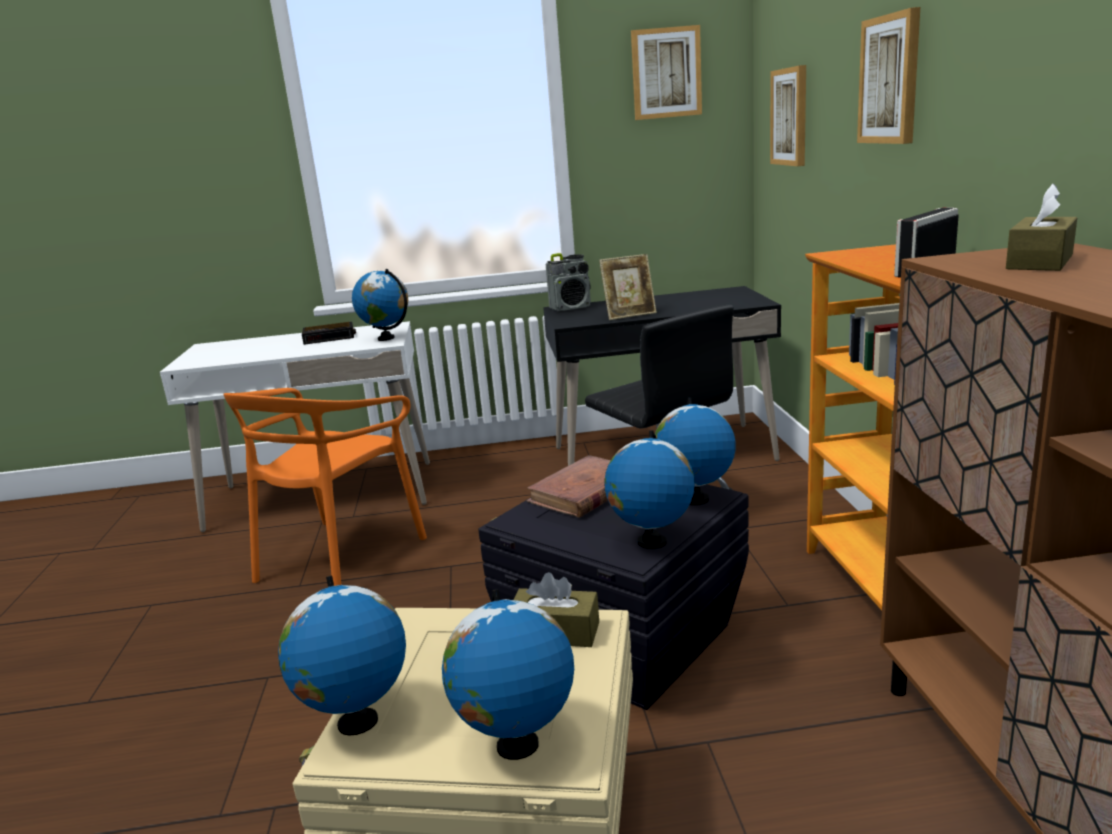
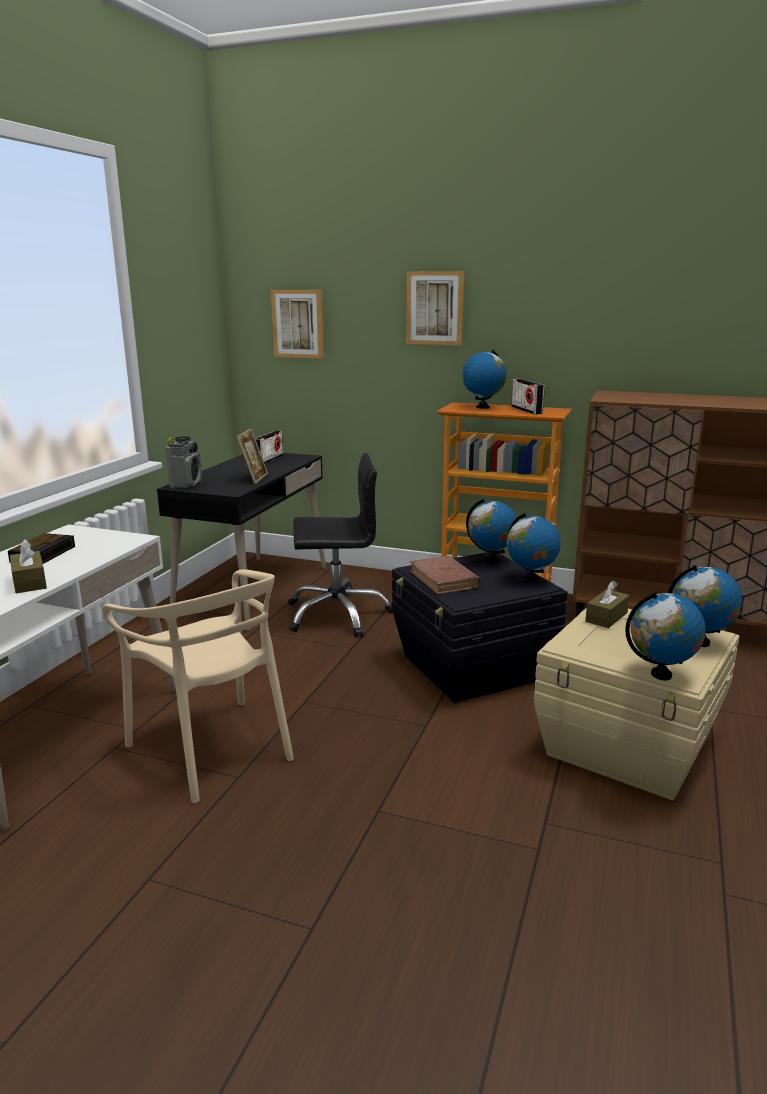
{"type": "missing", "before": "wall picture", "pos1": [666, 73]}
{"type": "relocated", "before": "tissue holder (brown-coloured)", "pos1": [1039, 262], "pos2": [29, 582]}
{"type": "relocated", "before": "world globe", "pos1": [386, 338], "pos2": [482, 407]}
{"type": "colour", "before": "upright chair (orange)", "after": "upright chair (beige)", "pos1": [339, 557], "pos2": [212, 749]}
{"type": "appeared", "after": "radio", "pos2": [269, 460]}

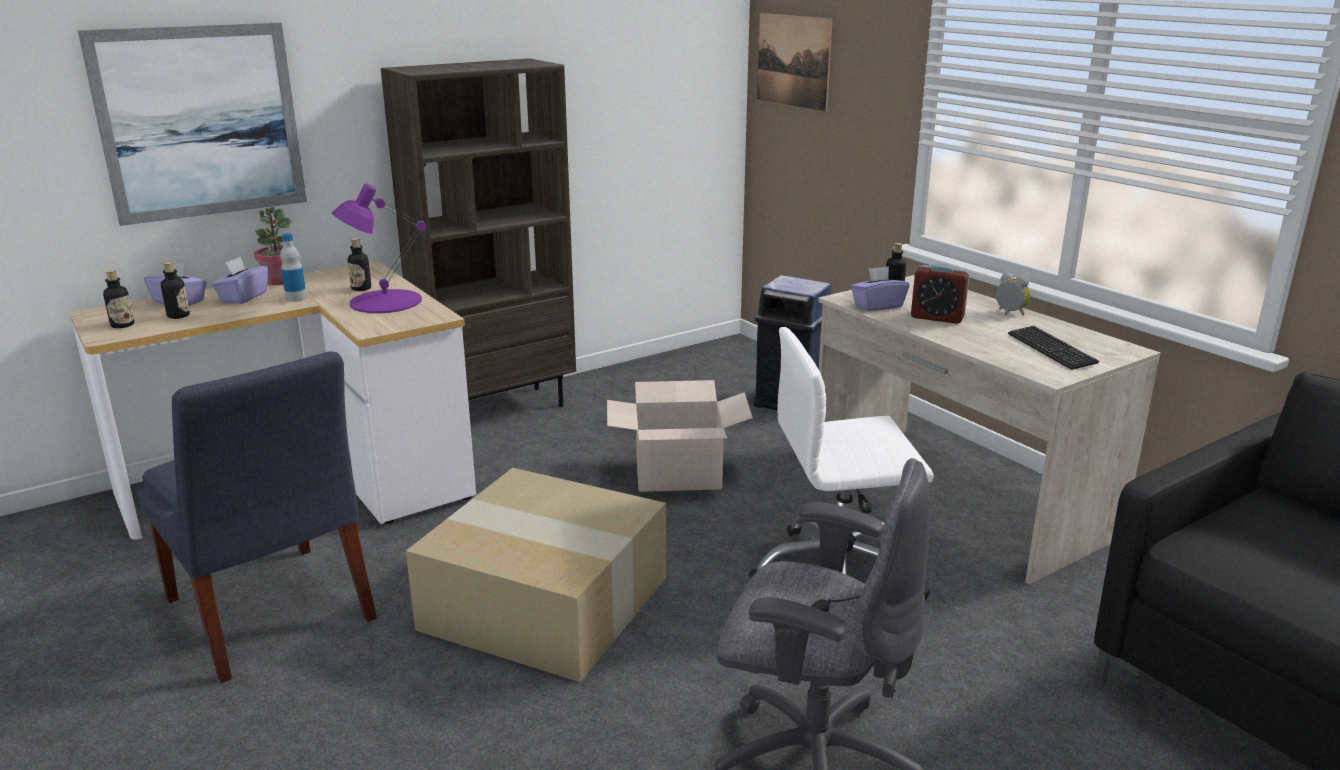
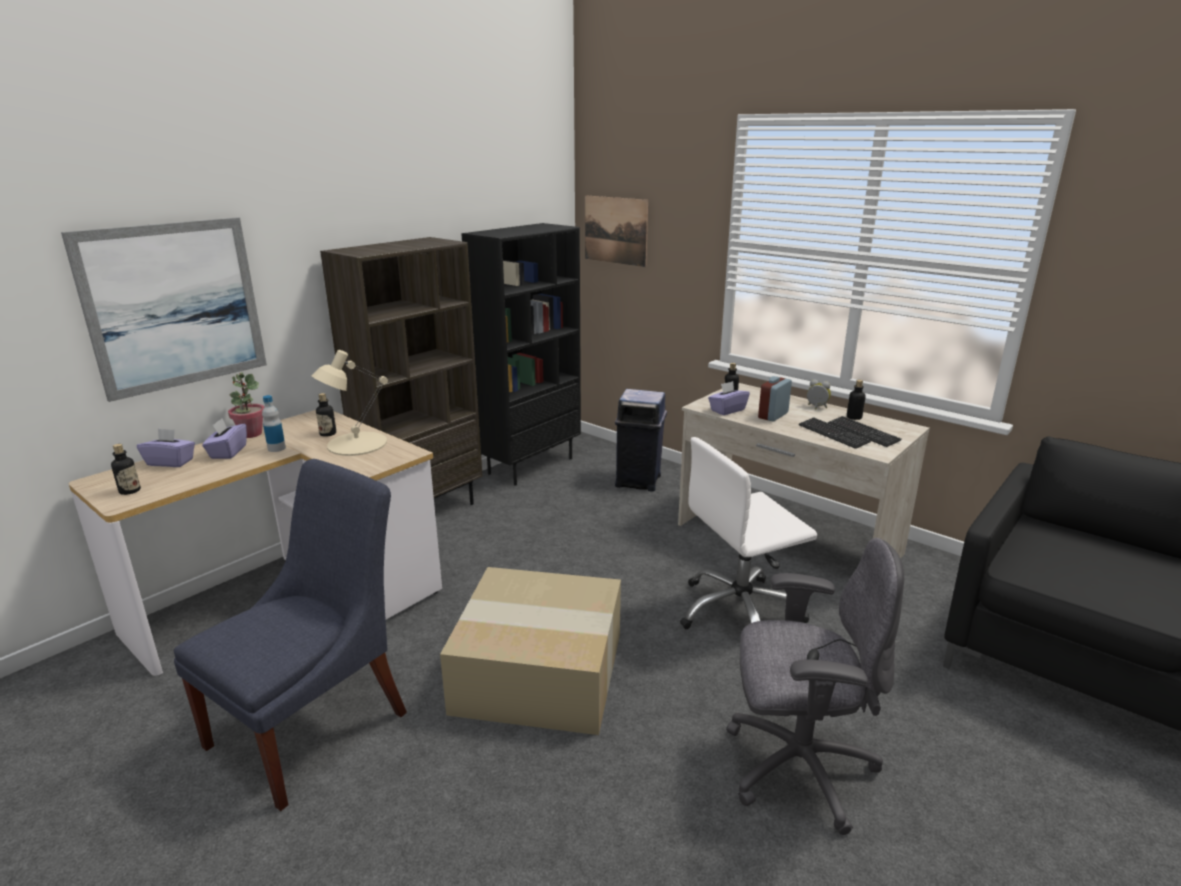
{"type": "colour", "before": "lamp for a table (purple-coloured)", "after": "lamp for a table (beige)", "pos1": [384, 301], "pos2": [356, 444]}
{"type": "relocated", "before": "bottle", "pos1": [178, 316], "pos2": [854, 417]}
{"type": "spun", "before": "bedside clock", "pos1": [937, 317], "pos2": [773, 415], "turn": 120}
{"type": "spun", "before": "upright chair (bluish)", "pos1": [271, 615], "pos2": [316, 724], "turn": -90}
{"type": "missing", "before": "packing box", "pos1": [678, 474]}
{"type": "appeared", "after": "shelving unit (black)", "pos2": [530, 465]}
{"type": "appeared", "after": "computer keyboard", "pos2": [833, 434]}

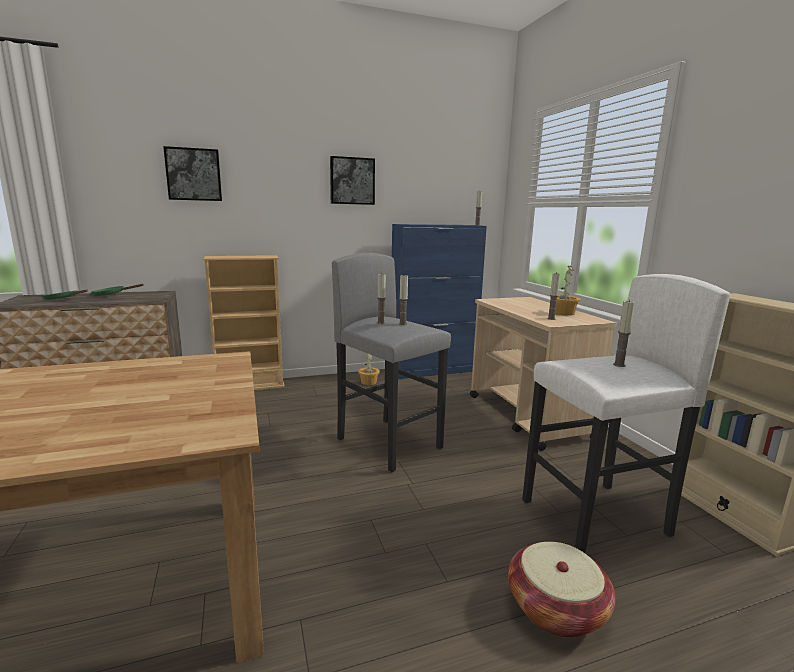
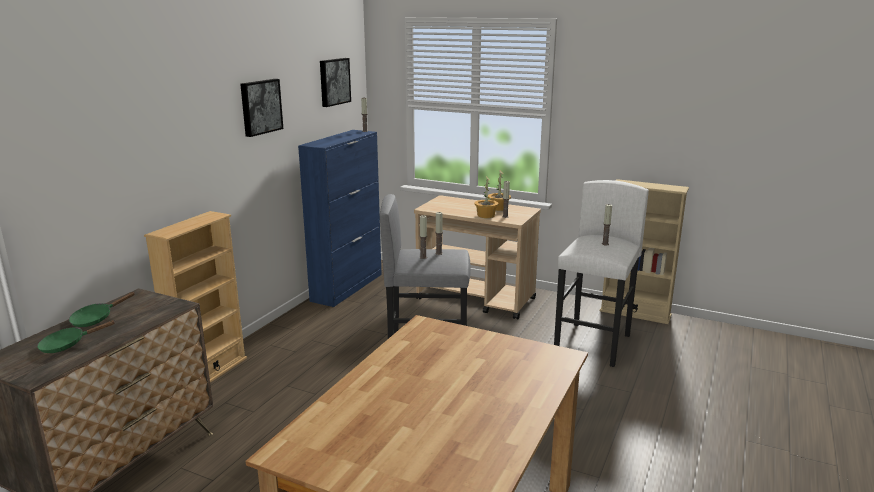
{"type": "relocated", "before": "wall picture", "pos1": [194, 174], "pos2": [333, 81]}
{"type": "relocated", "before": "plant in a pot", "pos1": [368, 382], "pos2": [485, 215]}
{"type": "missing", "before": "household basket", "pos1": [556, 608]}

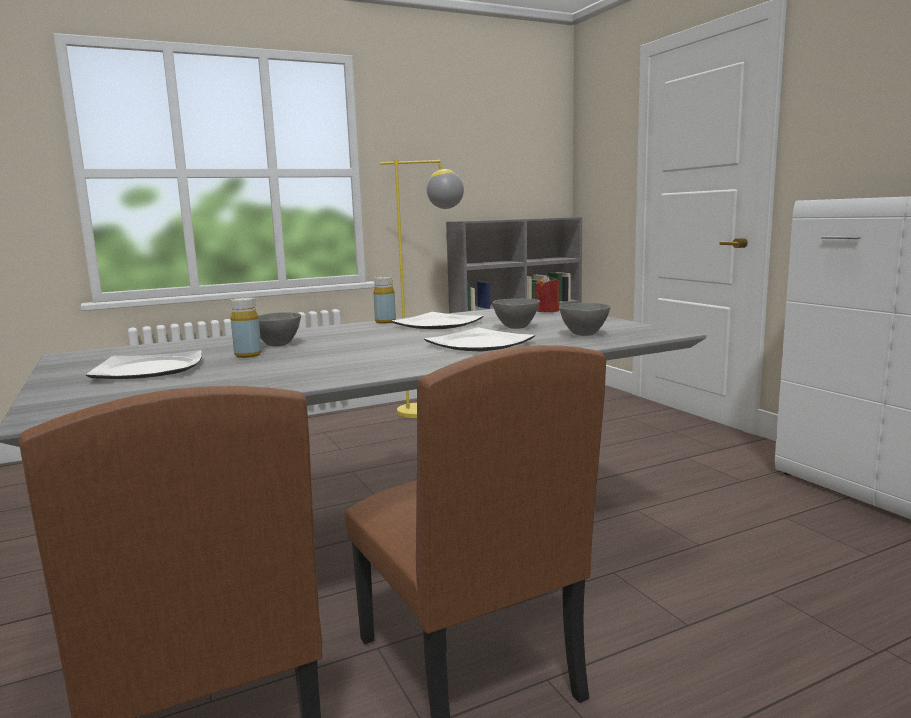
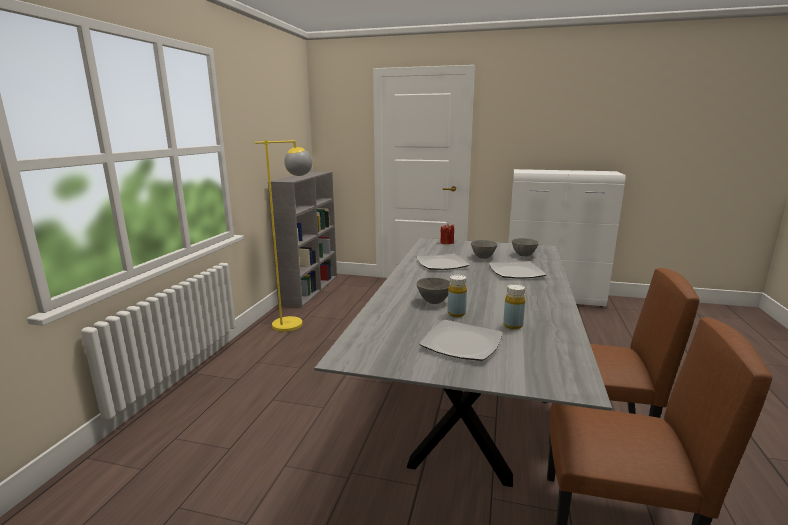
{"type": "relocated", "before": "bottle (yellow)", "pos1": [385, 322], "pos2": [513, 325]}

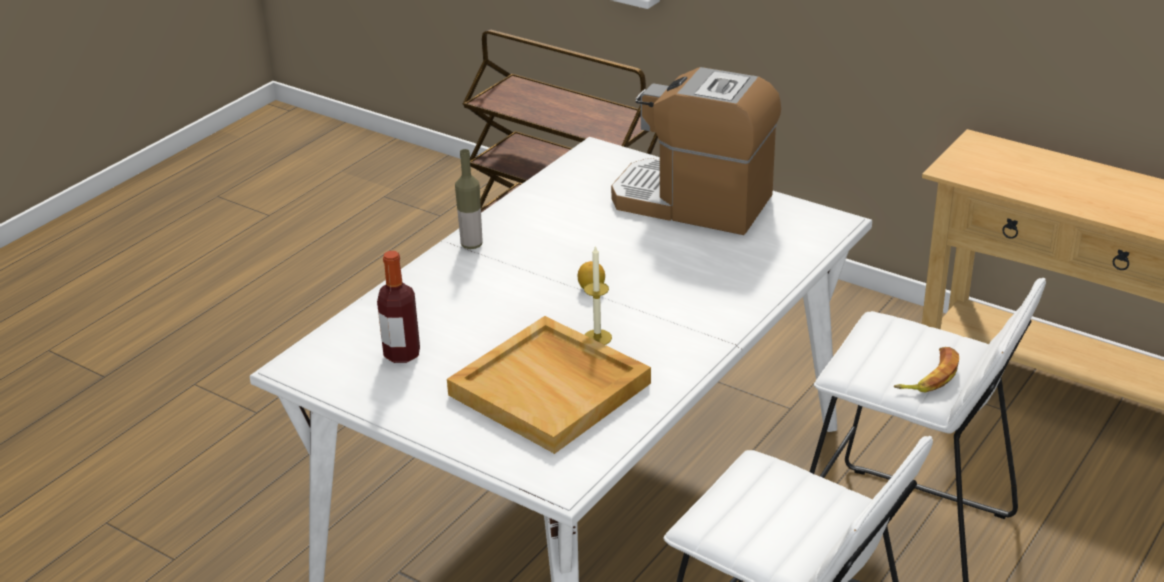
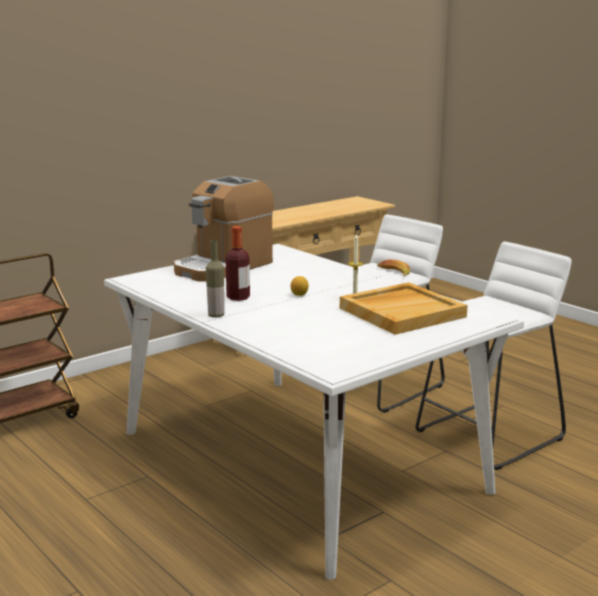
{"type": "relocated", "before": "bottle", "pos1": [402, 354], "pos2": [238, 297]}

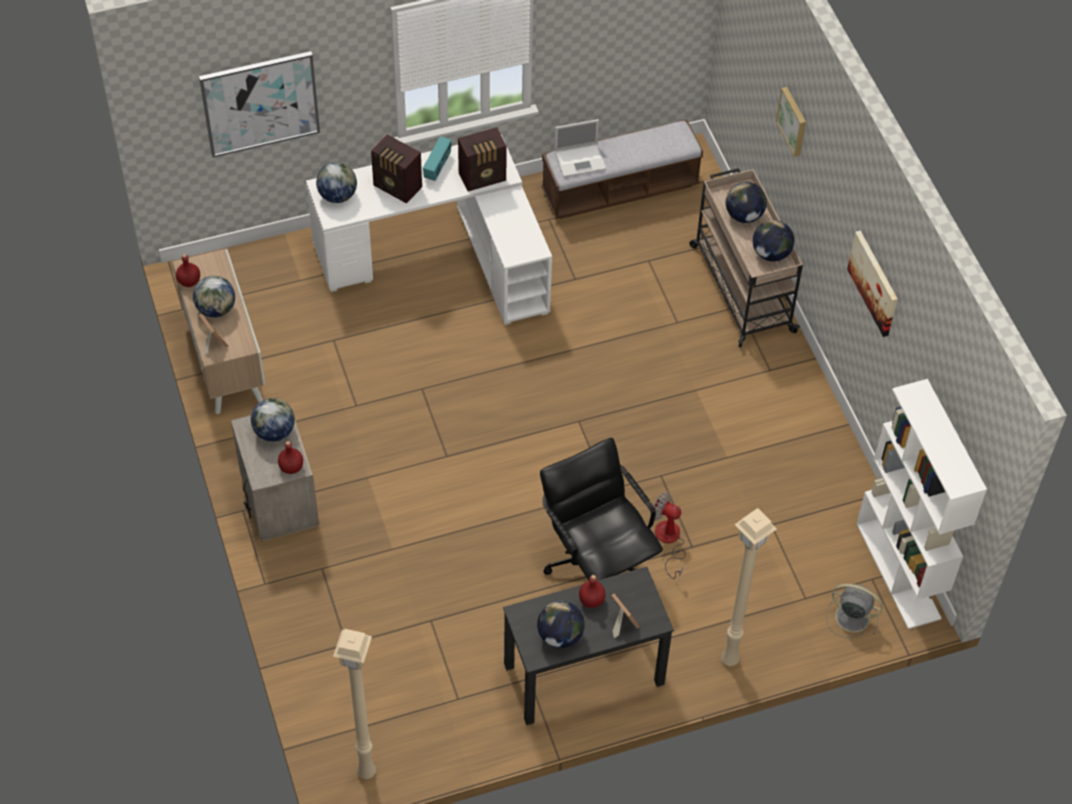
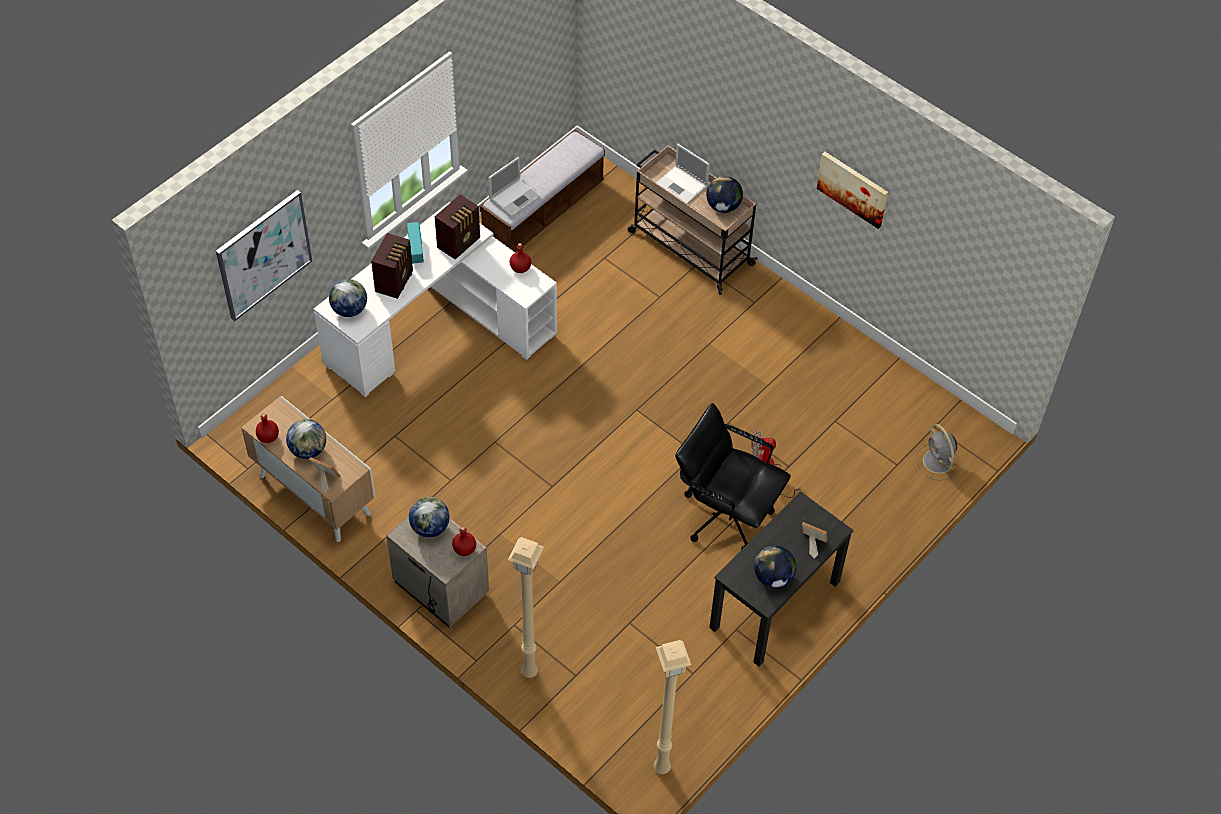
{"type": "missing", "before": "wall picture", "pos1": [793, 121]}
{"type": "spun", "before": "radio", "pos1": [398, 187], "pos2": [395, 281], "turn": -75}
{"type": "exchanged", "before": "world globe", "after": "notebook computer", "pos1": [744, 215], "pos2": [682, 185]}
{"type": "missing", "before": "shelving unit (white-coloured)", "pos1": [899, 571]}
{"type": "relocated", "before": "floor lamp (beige)", "pos1": [729, 661], "pos2": [530, 673]}
{"type": "relocated", "before": "bottle (reddish)", "pos1": [591, 600], "pos2": [520, 268]}
{"type": "spun", "before": "fan (gray)", "pos1": [850, 616], "pos2": [938, 462], "turn": -105}

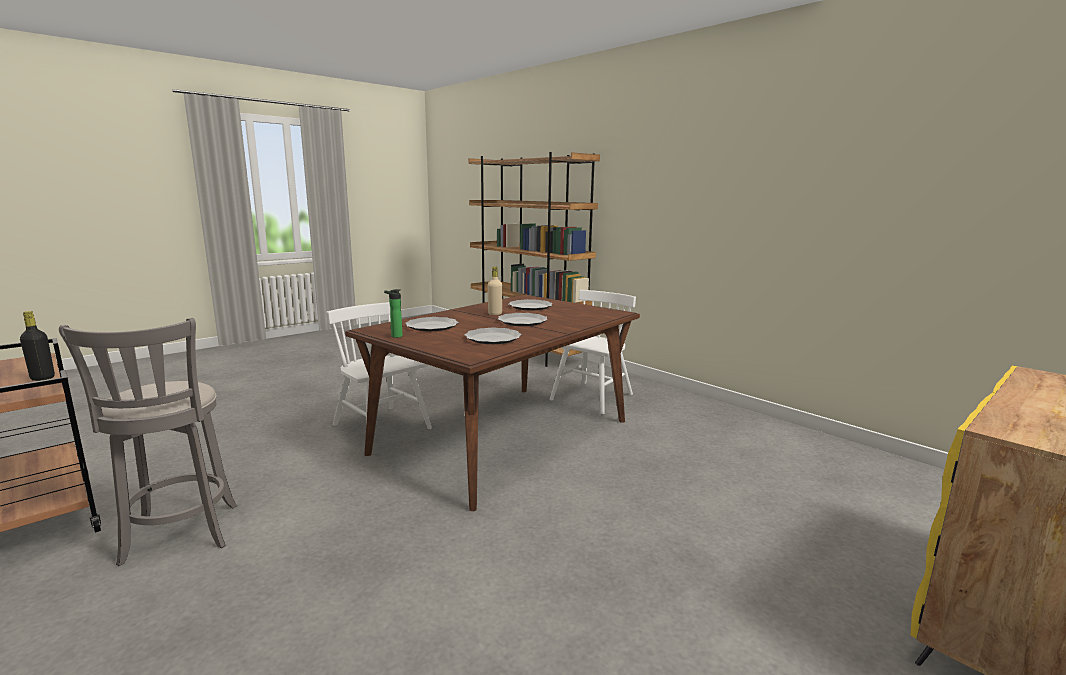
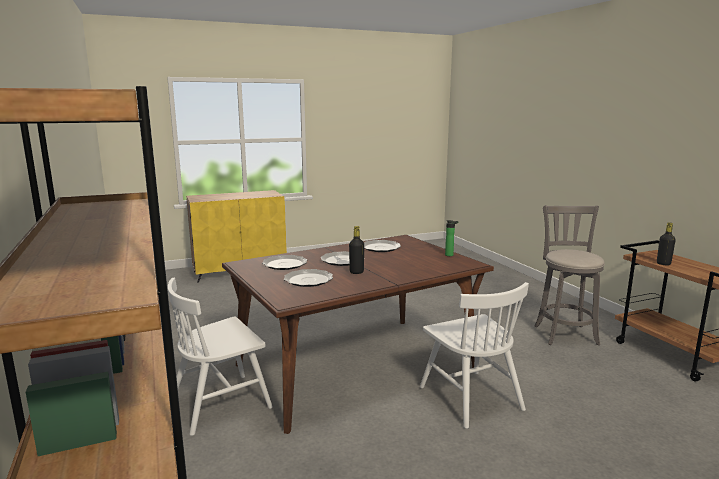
{"type": "colour", "before": "bottle (beige)", "after": "bottle (black)", "pos1": [495, 314], "pos2": [356, 272]}
{"type": "relocated", "before": "flat dish", "pos1": [431, 326], "pos2": [285, 264]}

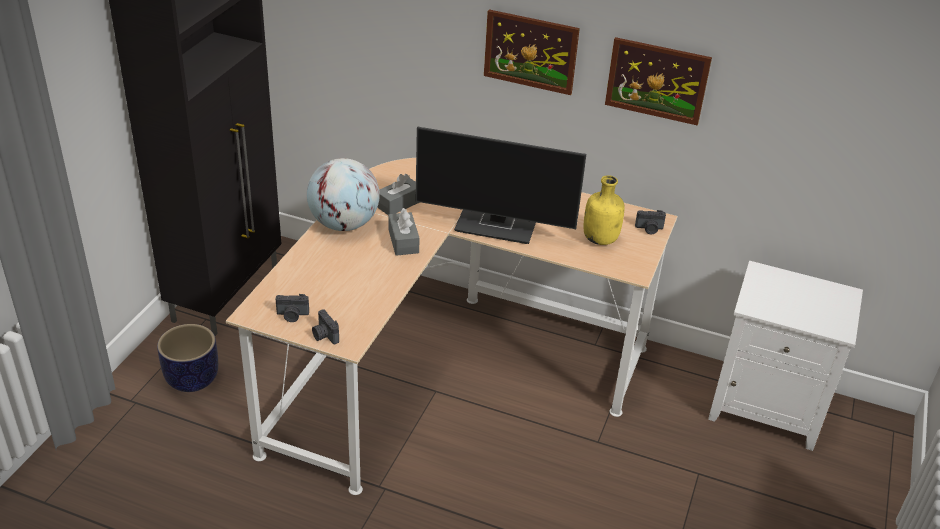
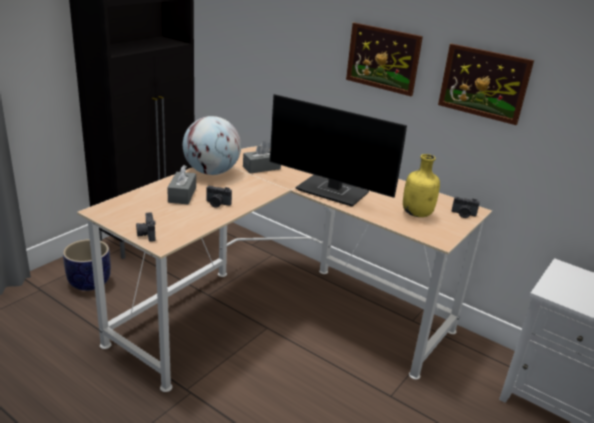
{"type": "relocated", "before": "tissue holder (gray)", "pos1": [403, 241], "pos2": [182, 195]}
{"type": "relocated", "before": "still camera", "pos1": [292, 315], "pos2": [217, 204]}

